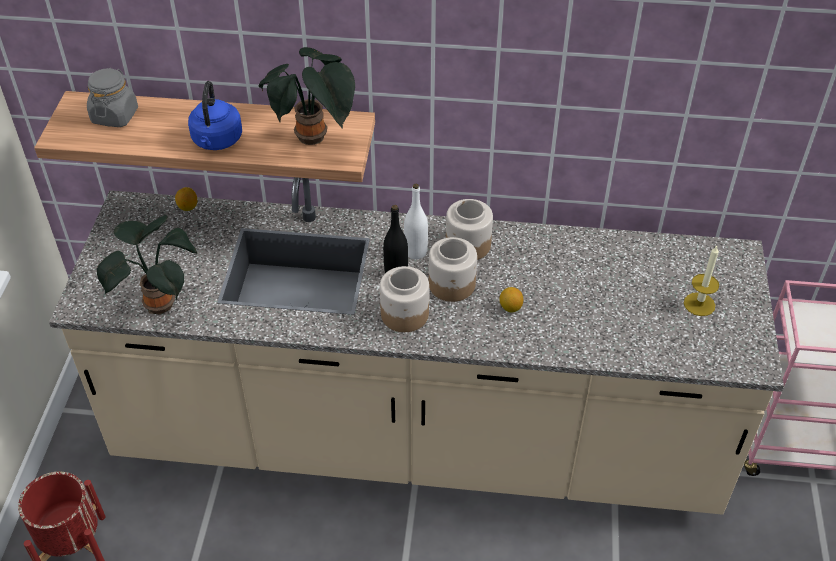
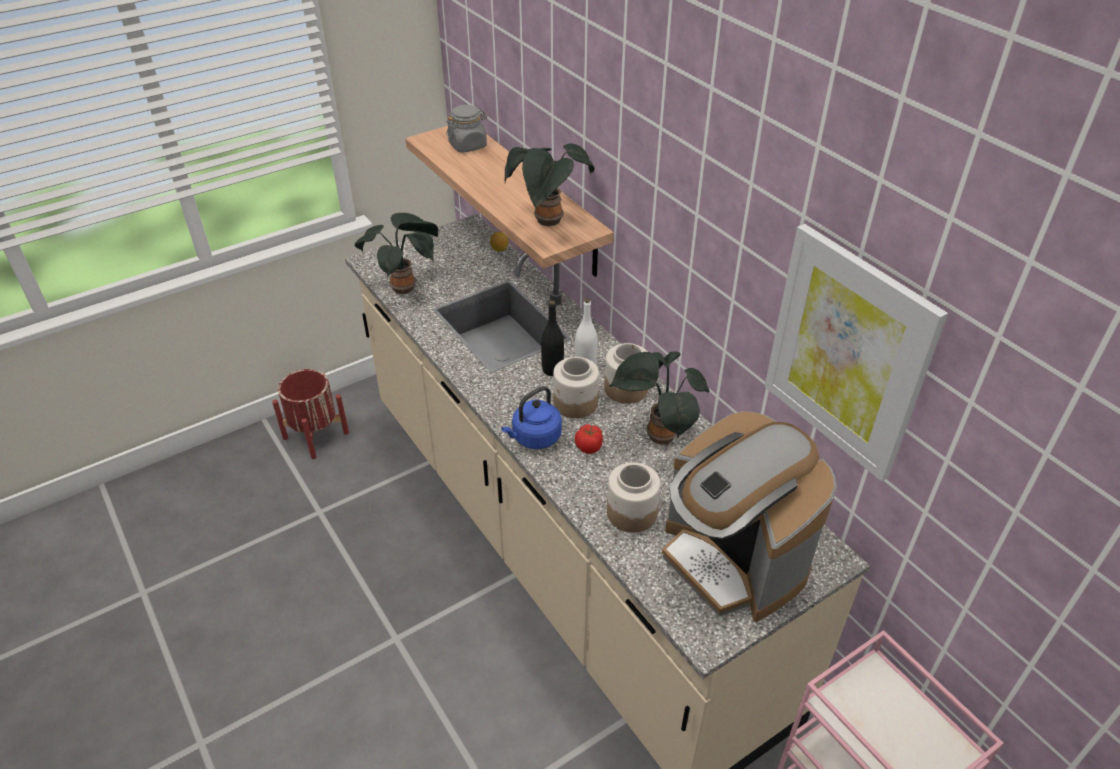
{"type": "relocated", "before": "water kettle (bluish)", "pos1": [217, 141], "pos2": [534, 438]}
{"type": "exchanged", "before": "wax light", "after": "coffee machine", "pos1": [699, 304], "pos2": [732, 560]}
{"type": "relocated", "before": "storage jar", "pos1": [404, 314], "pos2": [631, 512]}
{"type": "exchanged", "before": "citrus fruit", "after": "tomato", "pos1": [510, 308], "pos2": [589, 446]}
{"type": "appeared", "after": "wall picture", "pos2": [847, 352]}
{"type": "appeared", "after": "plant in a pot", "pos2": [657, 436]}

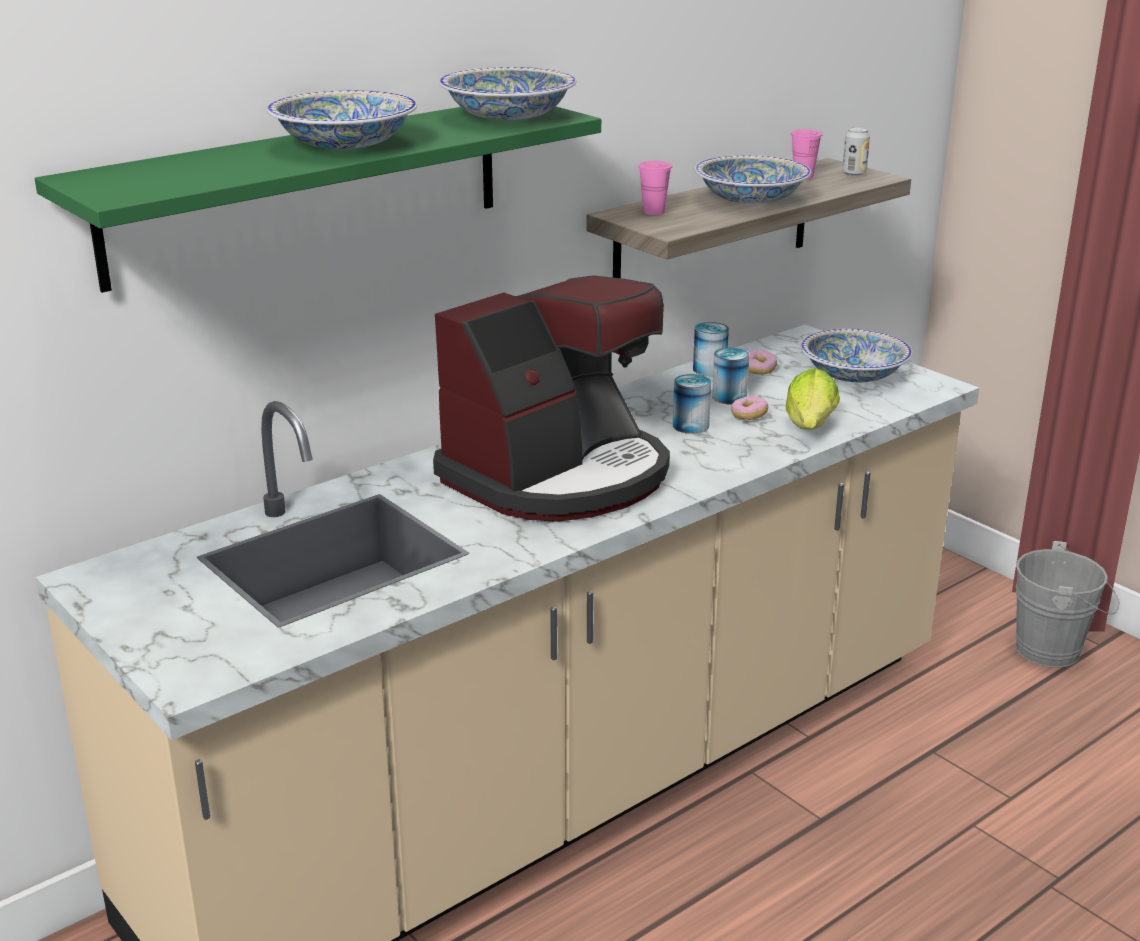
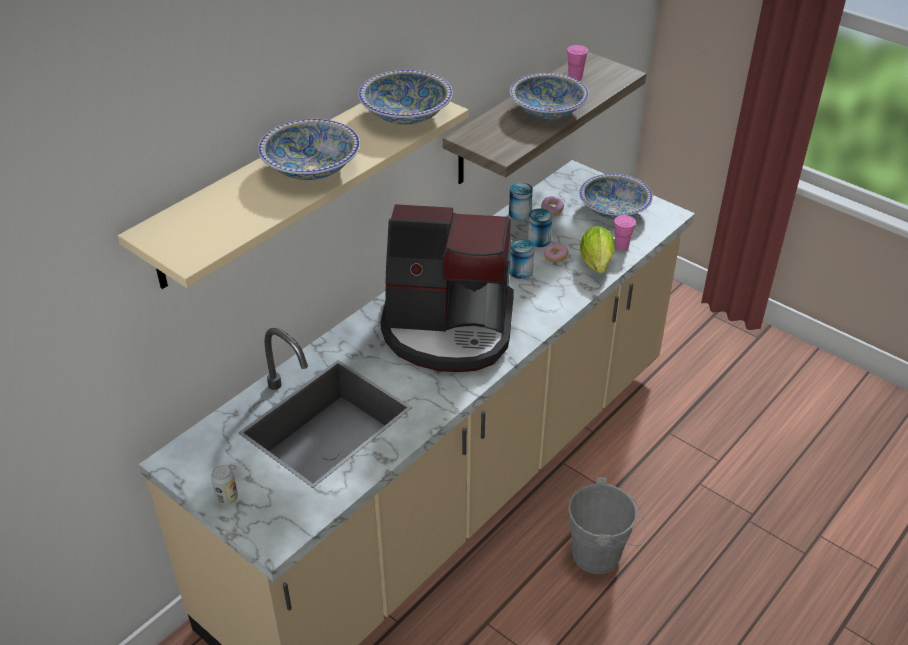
{"type": "colour", "before": "shelf (greenish)", "after": "shelf (beige)", "pos1": [308, 189], "pos2": [278, 183]}
{"type": "relocated", "before": "metal can", "pos1": [854, 173], "pos2": [227, 498]}
{"type": "relocated", "before": "drinking cup (pink-coloured)", "pos1": [653, 211], "pos2": [621, 245]}
{"type": "spun", "before": "coffee machine", "pos1": [559, 476], "pos2": [448, 329], "turn": 60}
{"type": "relocated", "before": "bucket (gray)", "pos1": [1055, 651], "pos2": [601, 554]}

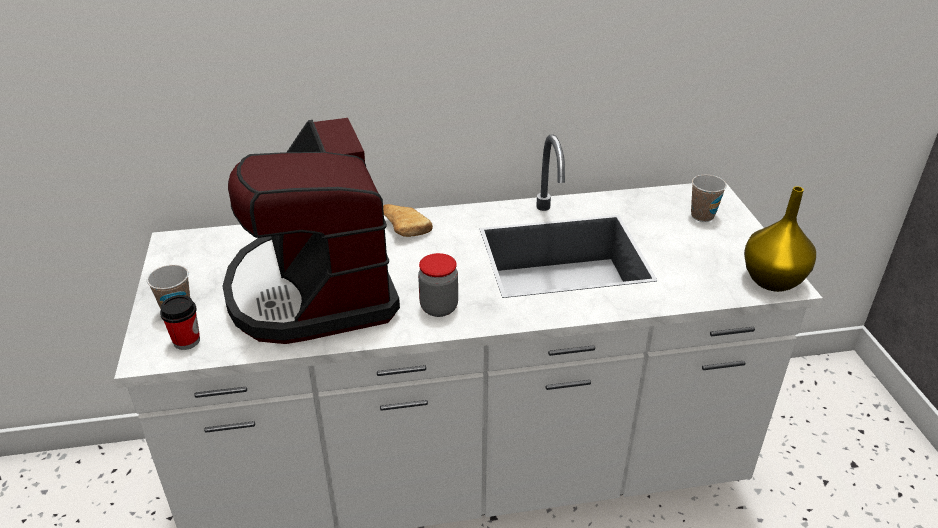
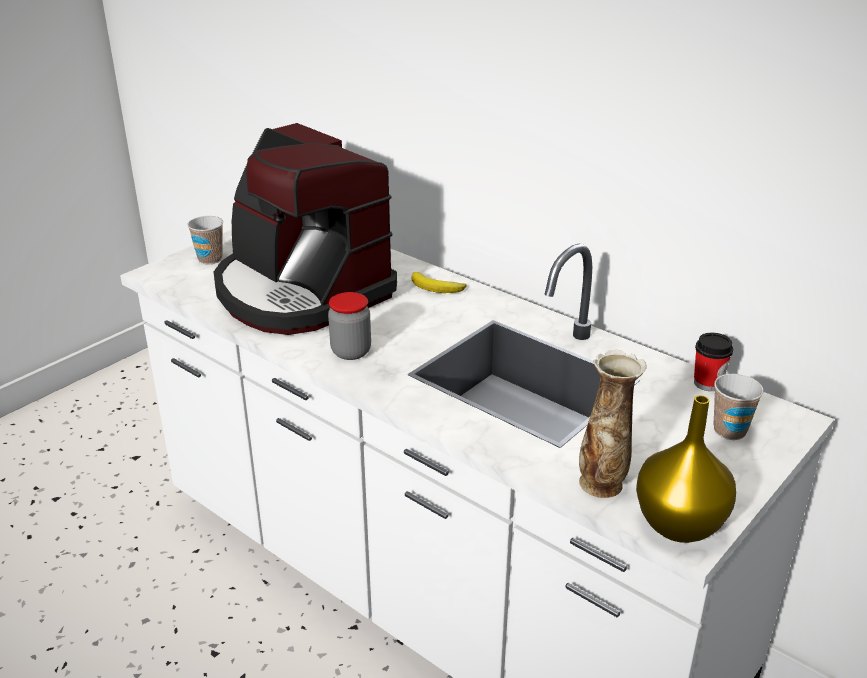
{"type": "spun", "before": "coffee machine", "pos1": [313, 290], "pos2": [300, 292], "turn": -75}
{"type": "exchanged", "before": "bread", "after": "whole banana", "pos1": [403, 227], "pos2": [437, 288]}
{"type": "relocated", "before": "drinking cup", "pos1": [186, 341], "pos2": [707, 383]}
{"type": "appeared", "after": "flower vase", "pos2": [602, 484]}

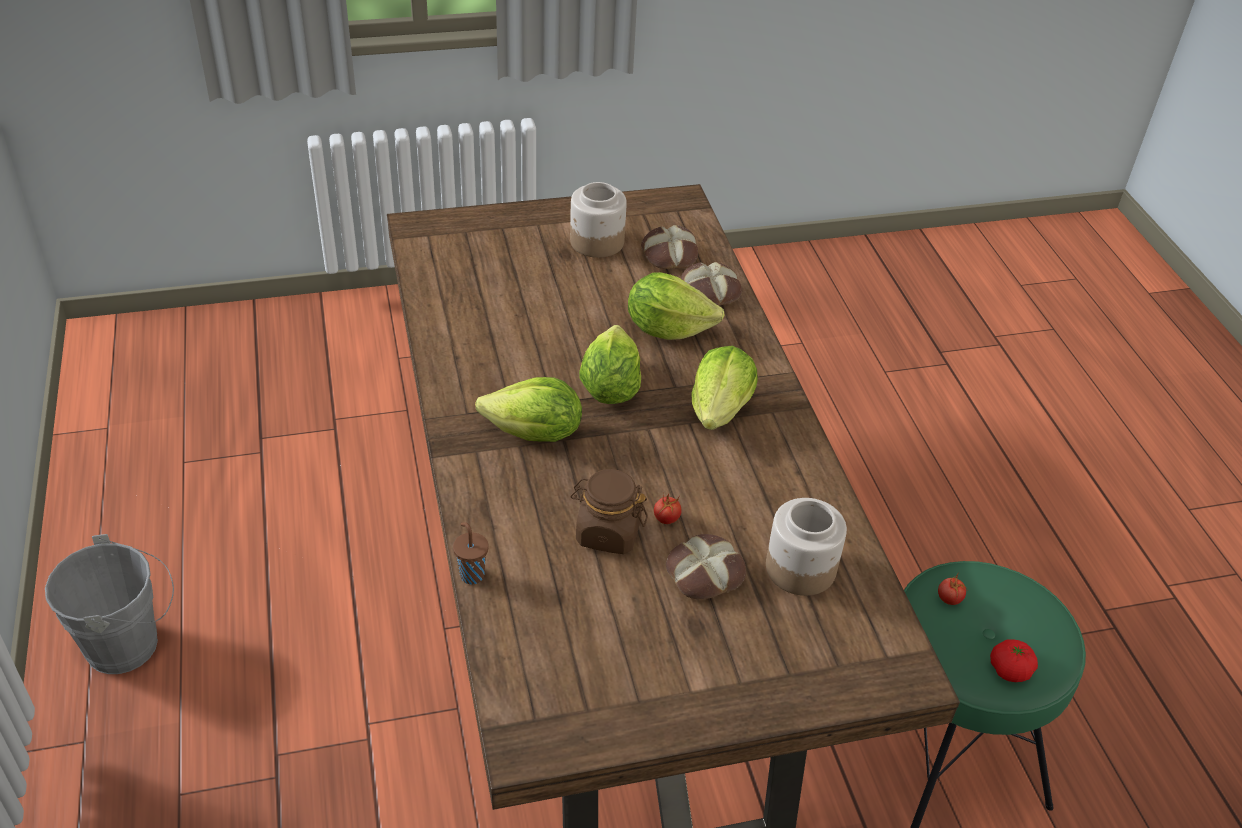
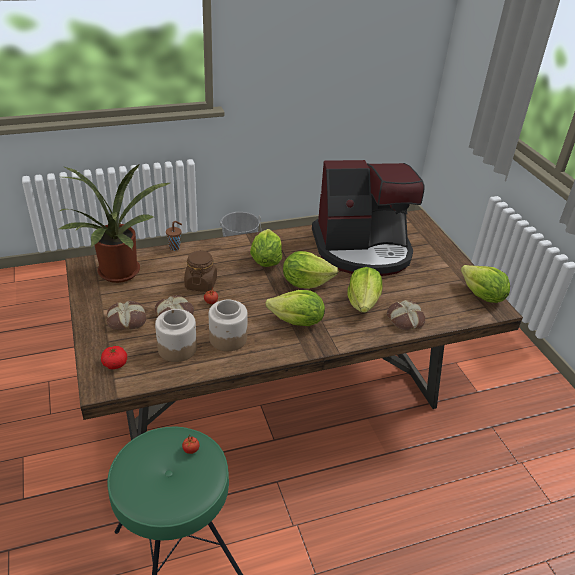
{"type": "relocated", "before": "storage jar", "pos1": [596, 242], "pos2": [227, 338]}
{"type": "relocated", "before": "bread", "pos1": [668, 254], "pos2": [127, 319]}
{"type": "relocated", "before": "tomato", "pos1": [1009, 670], "pos2": [115, 364]}
{"type": "appeared", "after": "coffee machine", "pos2": [363, 250]}
{"type": "appeared", "after": "plant in a pot", "pos2": [119, 275]}
{"type": "appeared", "after": "lettuce", "pos2": [482, 296]}

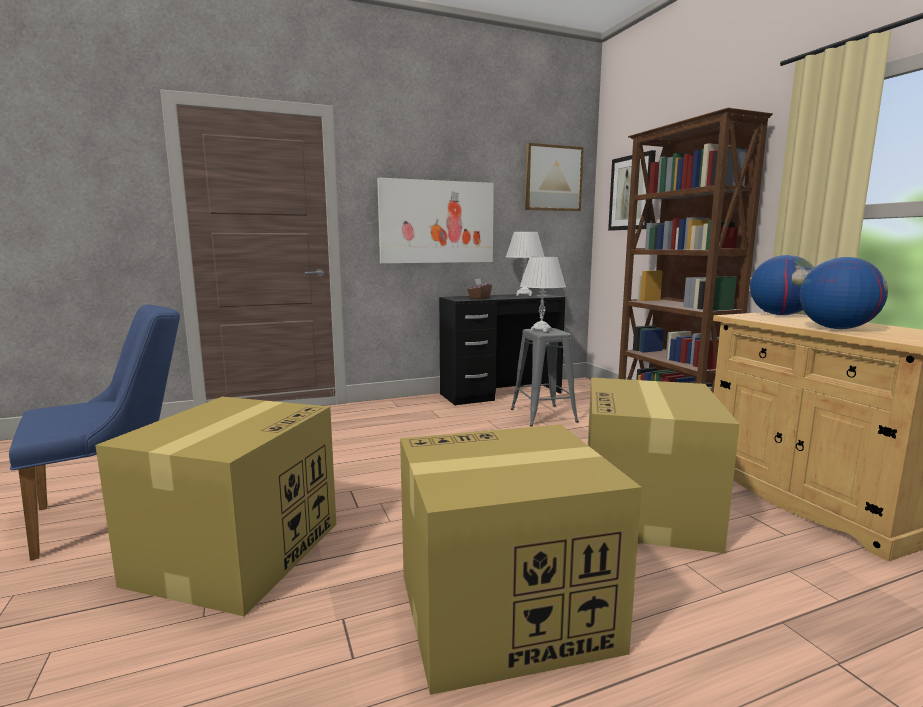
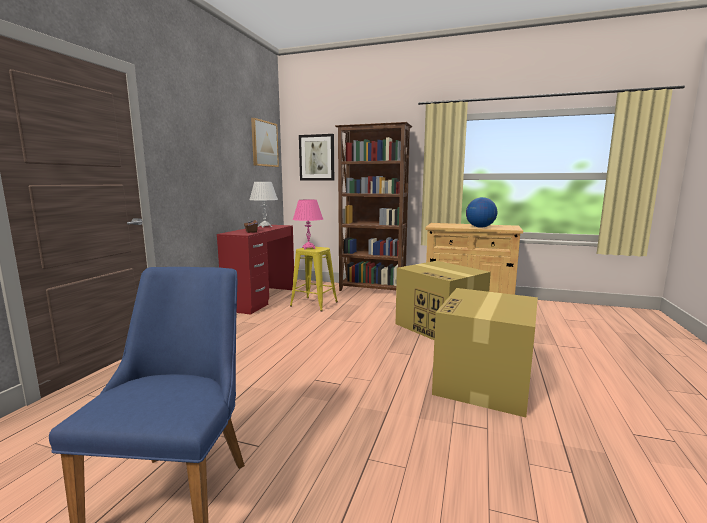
{"type": "missing", "before": "wall picture", "pos1": [437, 222]}
{"type": "missing", "before": "world globe", "pos1": [780, 315]}
{"type": "colour", "before": "lamp for a table (white-coloured)", "after": "lamp for a table (pink-coloured)", "pos1": [541, 330], "pos2": [308, 248]}
{"type": "colour", "before": "desk unit (black)", "after": "desk unit (reddish)", "pos1": [500, 393], "pos2": [261, 299]}
{"type": "colour", "before": "sitting stool (gray)", "after": "sitting stool (yellow)", "pos1": [543, 415], "pos2": [314, 304]}
{"type": "missing", "before": "packing box", "pos1": [238, 551]}

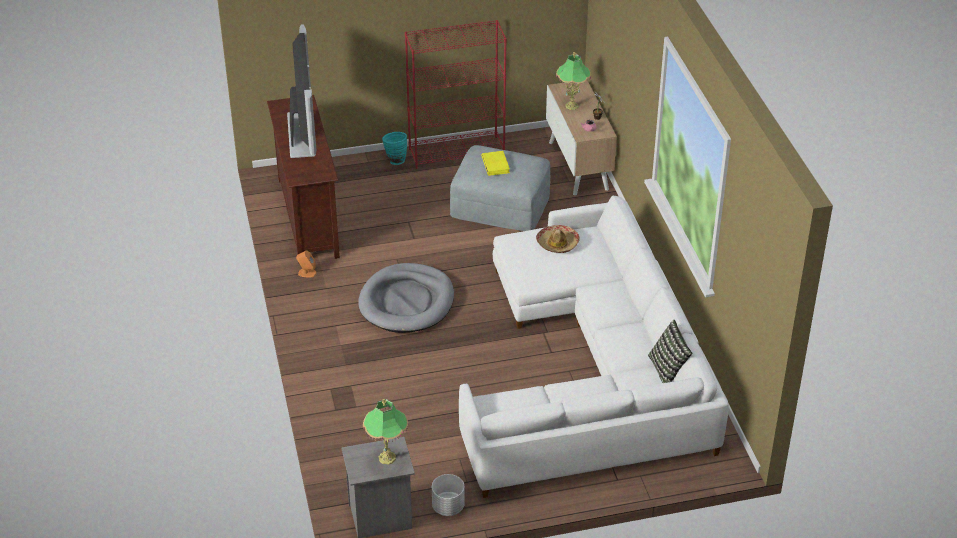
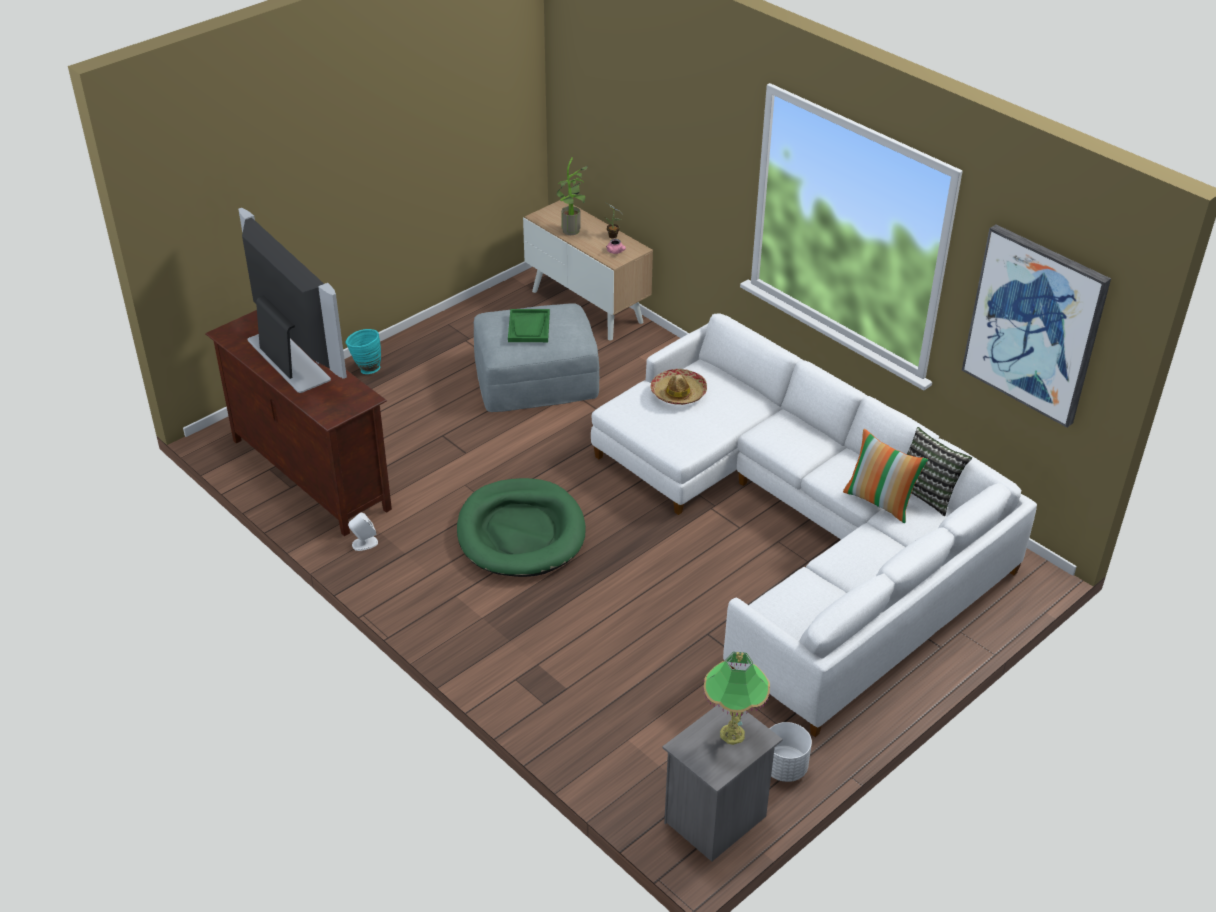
{"type": "missing", "before": "shelving unit (reddish)", "pos1": [457, 152]}
{"type": "exchanged", "before": "lamp for a table", "after": "plant in a pot", "pos1": [572, 106], "pos2": [572, 232]}
{"type": "exchanged", "before": "book (yellow)", "after": "carrying tray (greenish)", "pos1": [495, 165], "pos2": [529, 327]}
{"type": "colour", "before": "loudspeaker (orange)", "after": "loudspeaker (white-coloured)", "pos1": [307, 273], "pos2": [364, 543]}
{"type": "colour", "before": "pet bed (gray)", "after": "pet bed (greenish)", "pos1": [407, 302], "pos2": [521, 532]}
{"type": "appeared", "after": "wall picture", "pos2": [1035, 325]}
{"type": "appeared", "after": "pillow", "pos2": [880, 501]}

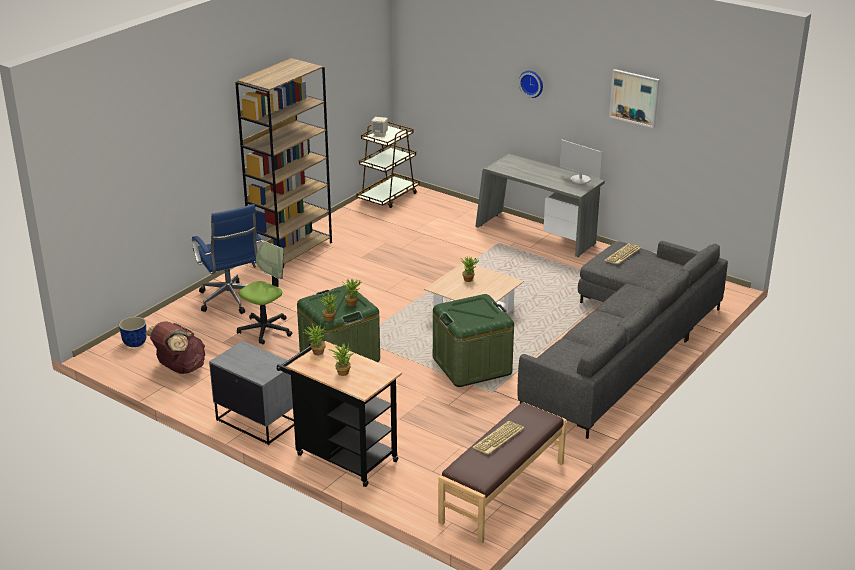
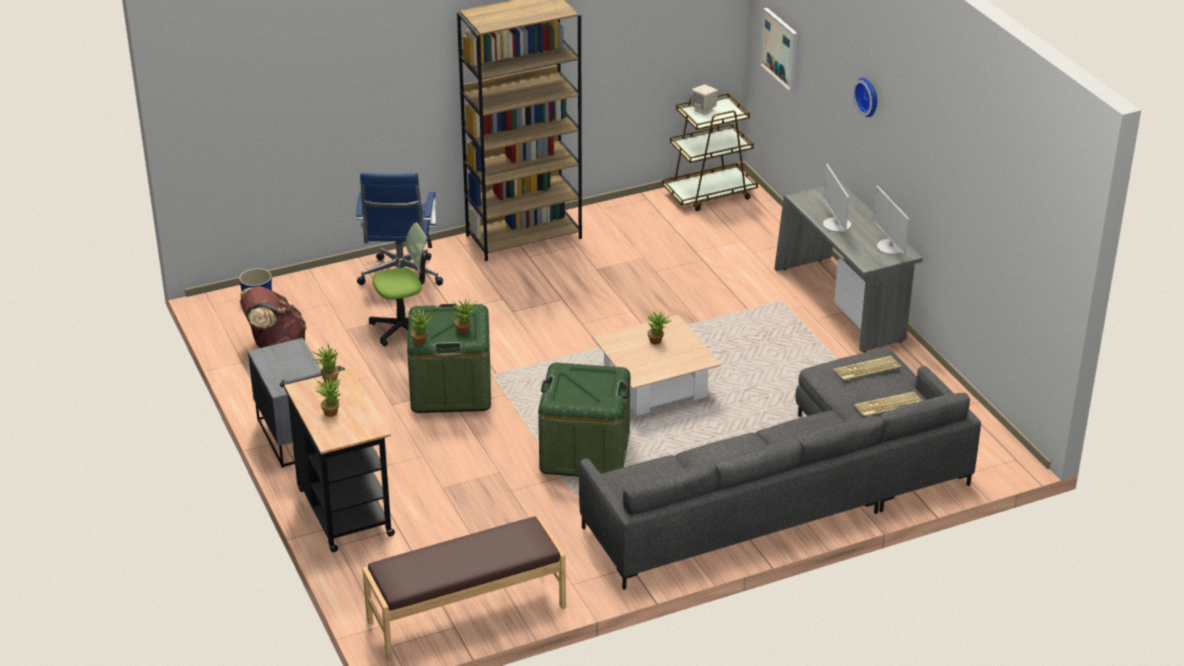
{"type": "relocated", "before": "wall picture", "pos1": [634, 98], "pos2": [780, 48]}
{"type": "relocated", "before": "computer keyboard", "pos1": [498, 439], "pos2": [888, 406]}
{"type": "appeared", "after": "computer display", "pos2": [836, 225]}

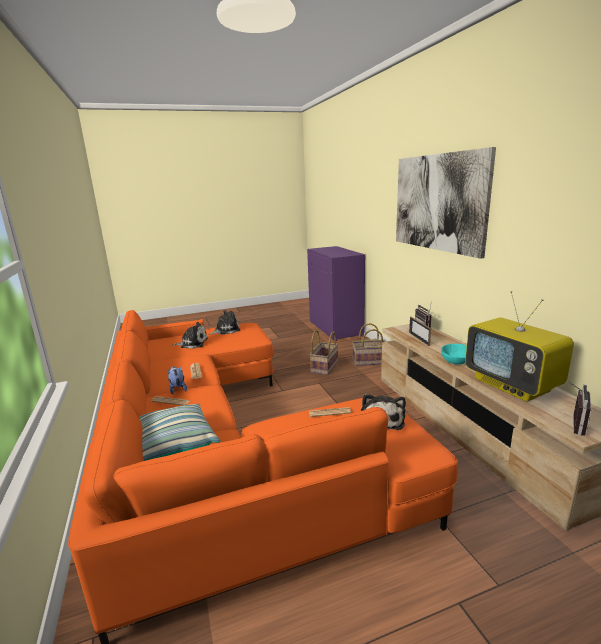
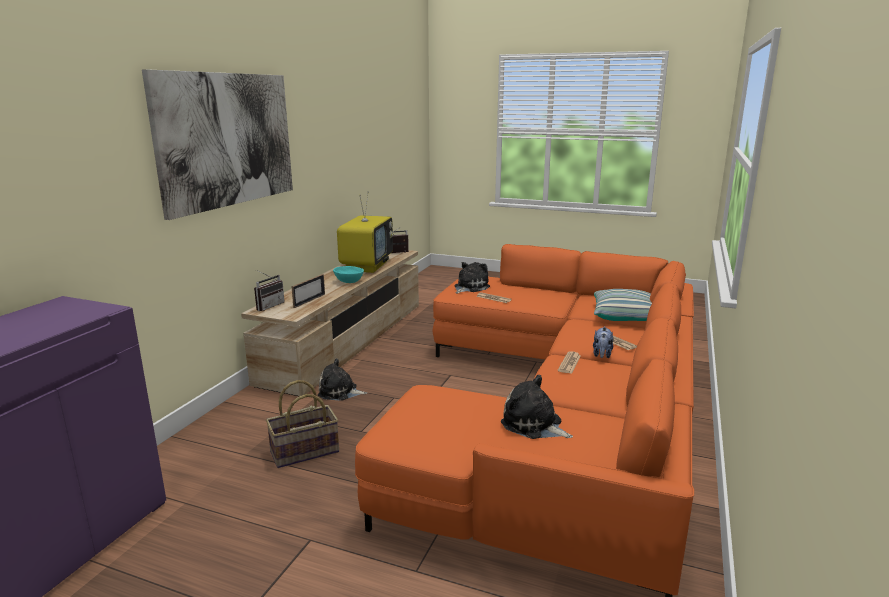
{"type": "relocated", "before": "soft toy", "pos1": [225, 330], "pos2": [340, 392]}
{"type": "missing", "before": "household basket", "pos1": [369, 361]}

